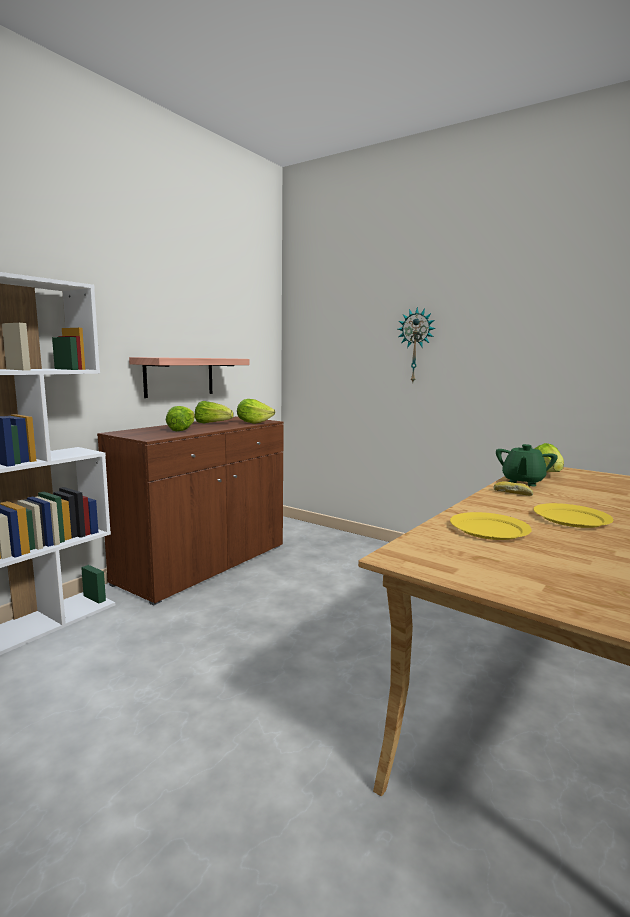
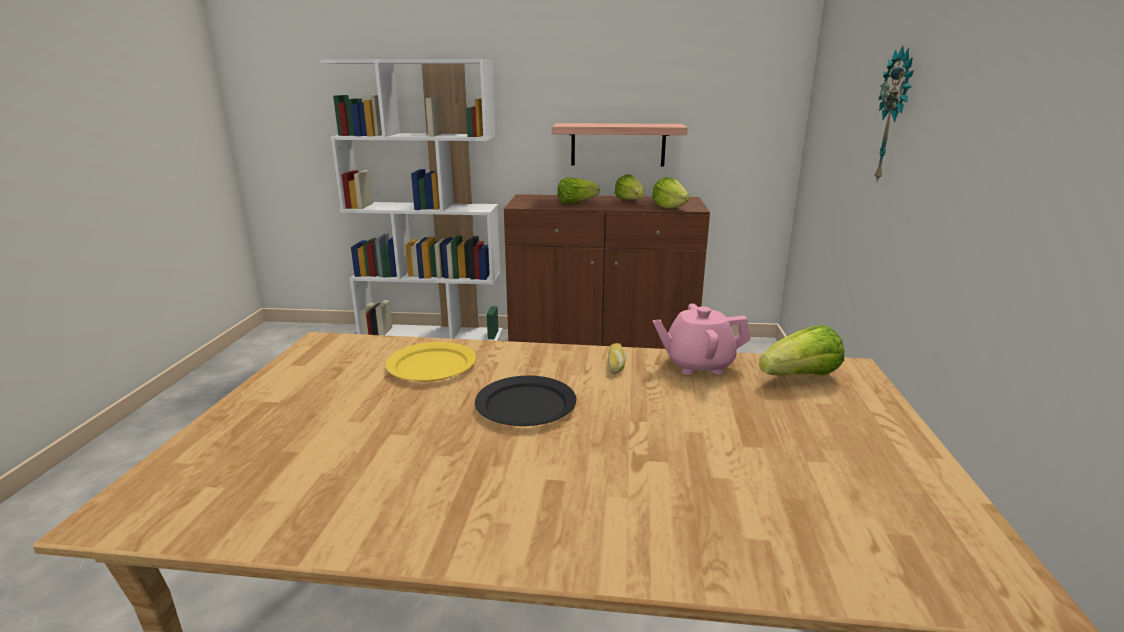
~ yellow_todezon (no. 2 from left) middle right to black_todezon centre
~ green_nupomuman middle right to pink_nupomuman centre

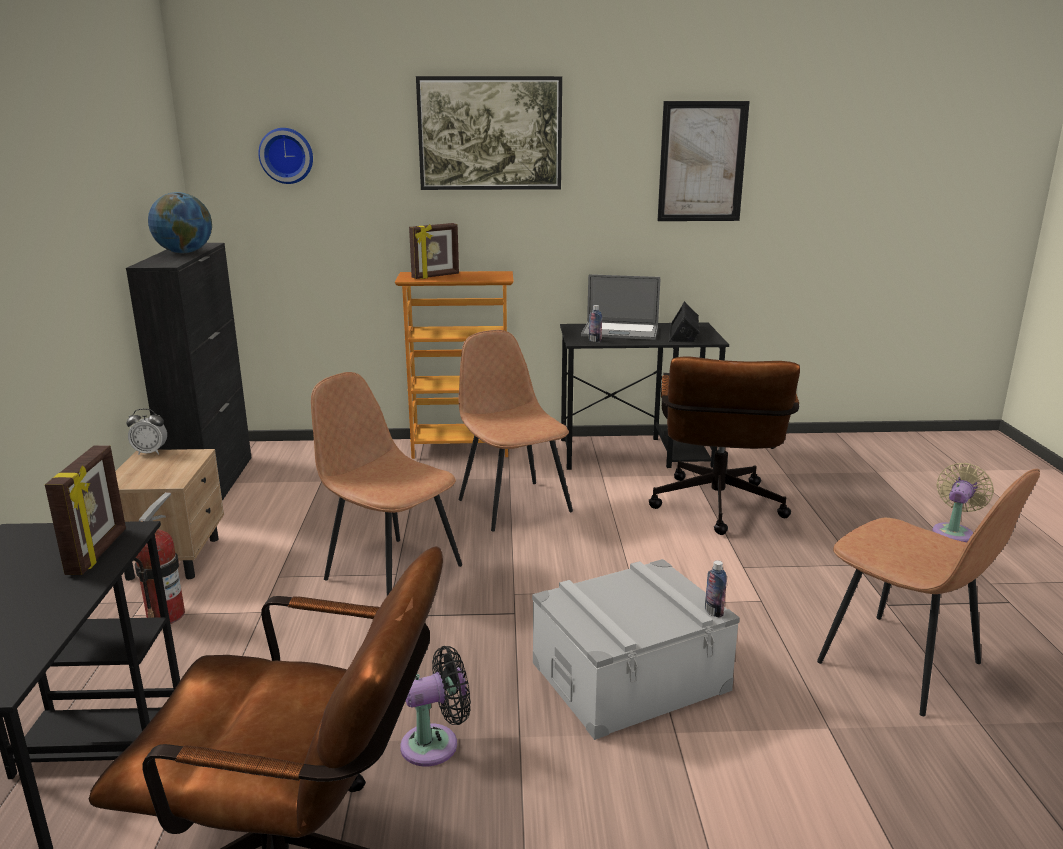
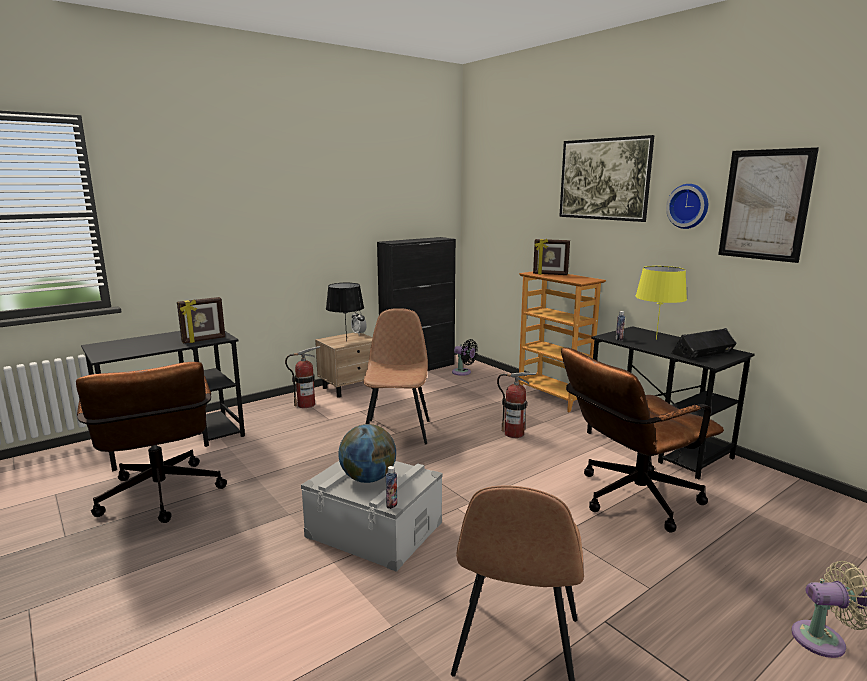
+ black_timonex centre
~ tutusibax top left to centre
~ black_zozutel bottom centre to centre
~ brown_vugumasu (no. 2 from left) centre to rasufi (no. 2 from left) centre
~ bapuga centre to yellow_timonex middle right
~ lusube top left to top right

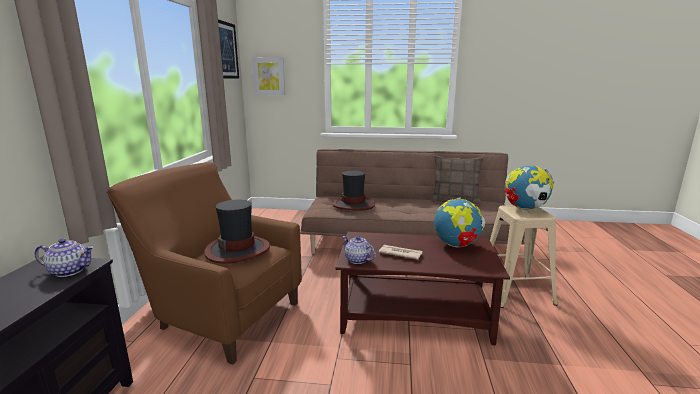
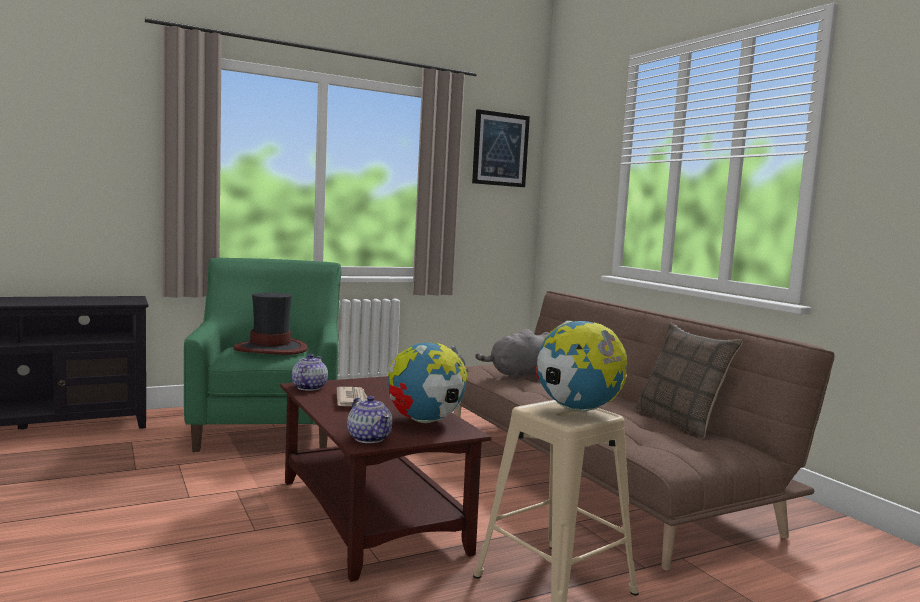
~ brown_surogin bottom left to green_surogin middle left
~ nupomuman (no. 1 from left in the first image) middle left to nupomuman (no. 2 from left) bottom centre
~ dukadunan (no. 2 from left) centre to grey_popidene centre
- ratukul (no. 2 from left) top centre

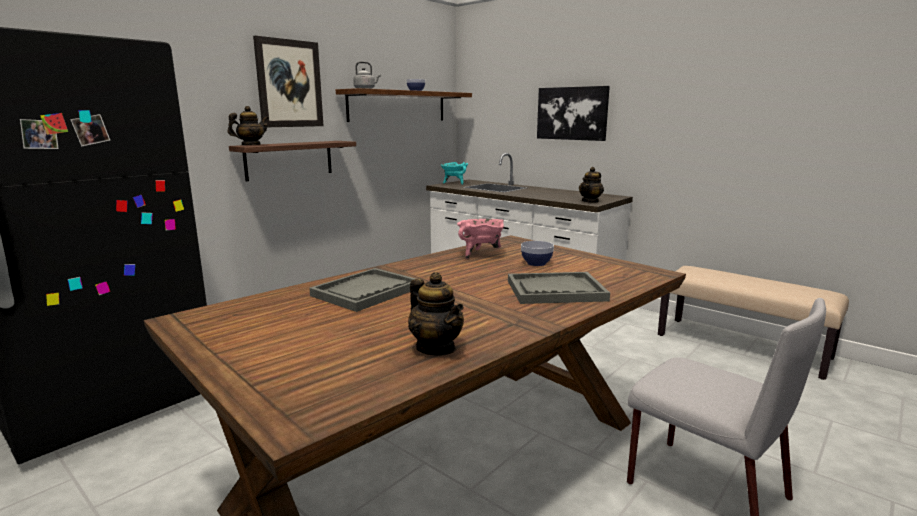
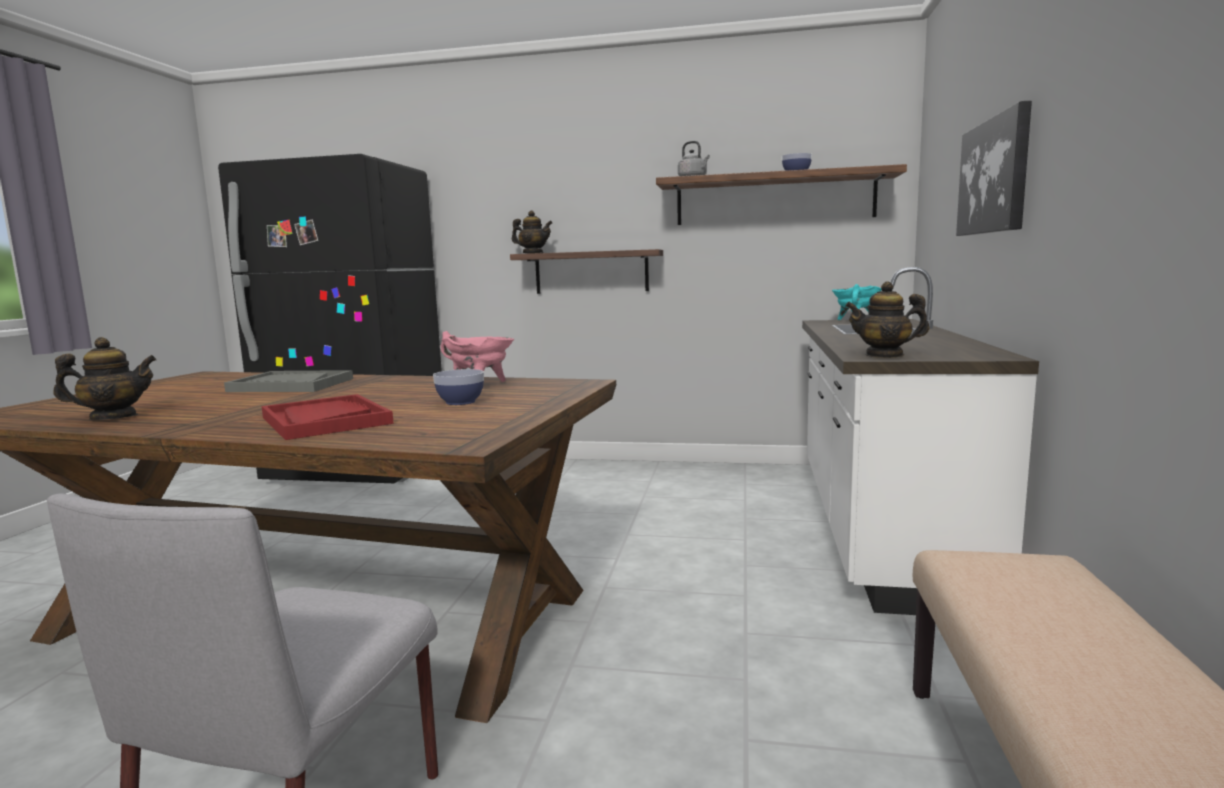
~ nupomuman (no. 2 from left in the first image) centre = middle left 135 degrees counterclockwise
~ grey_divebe (no. 2 from left) centre to red_divebe middle left
- ratukul (no. 1 from left) top left

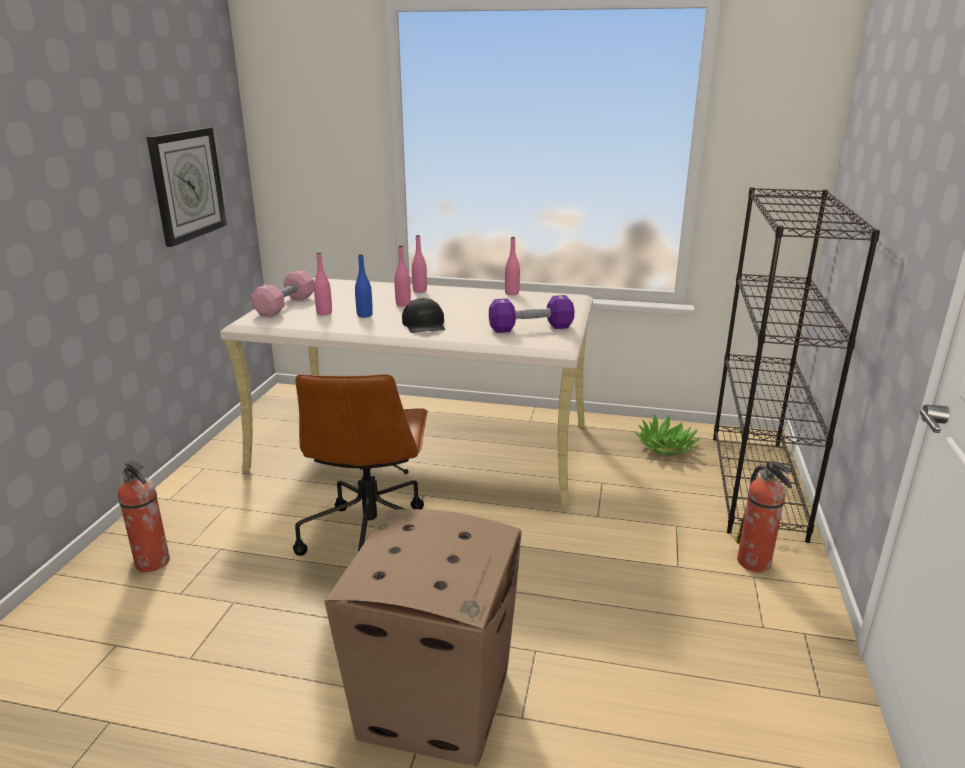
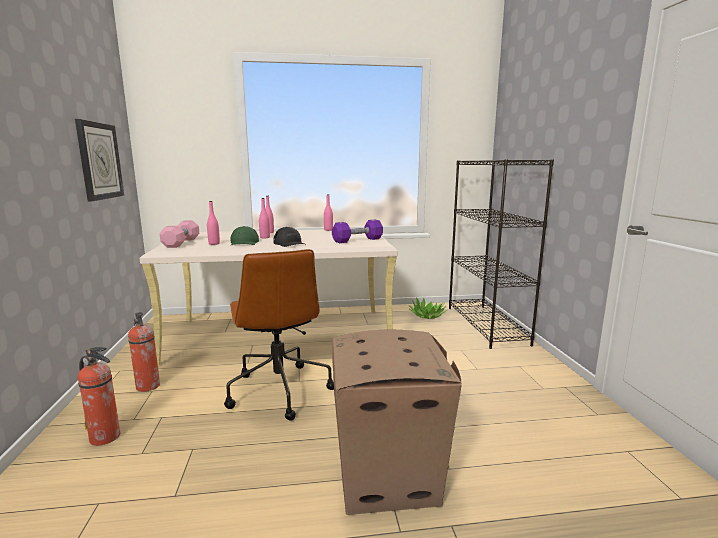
~ rasufi (no. 2 from left) bottom right to middle left
~ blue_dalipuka centre to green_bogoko centre

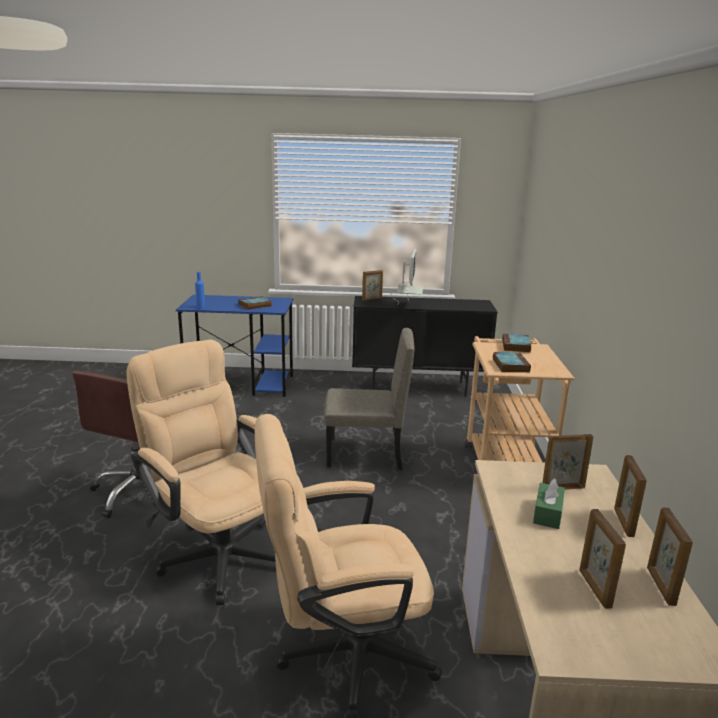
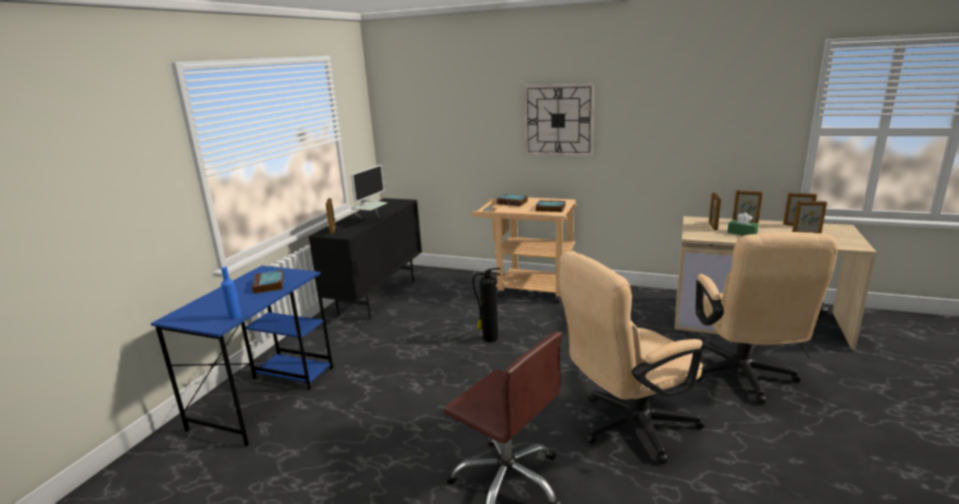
~ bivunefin centre = centre 90 degrees clockwise
~ beige_vugumasu centre to rasufi centre
+ lusube top centre

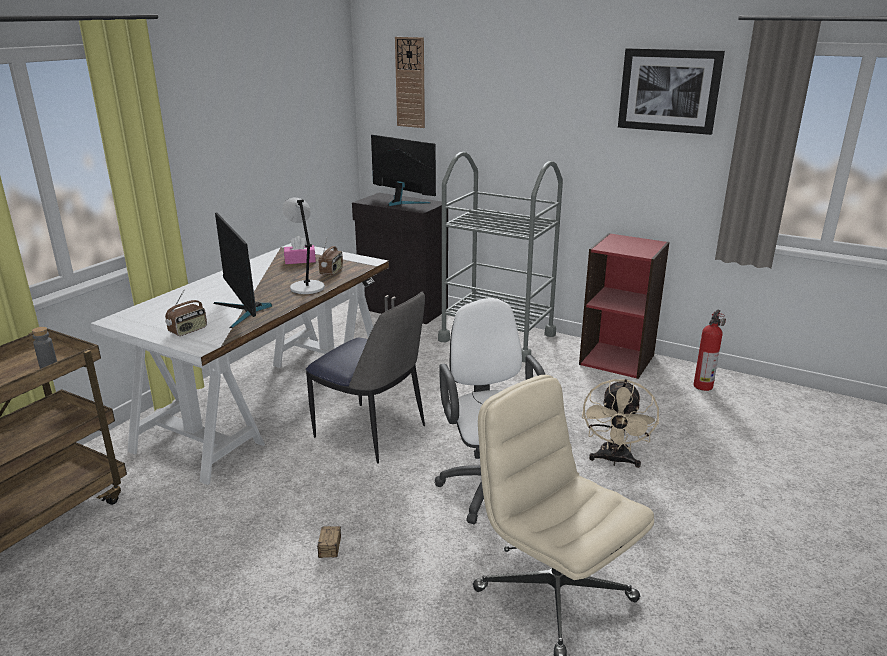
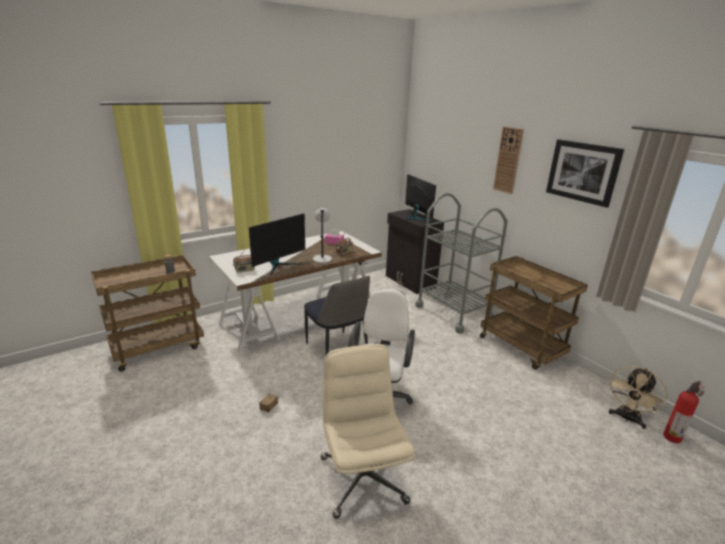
~ bivunefin (no. 1 from left) middle left = centre 135 degrees counterclockwise
~ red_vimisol middle right to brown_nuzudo (no. 2 from left) middle right
~ lusube top centre to top right
~ beige_zozutel middle right to bottom right
~ rasufi middle right to bottom right

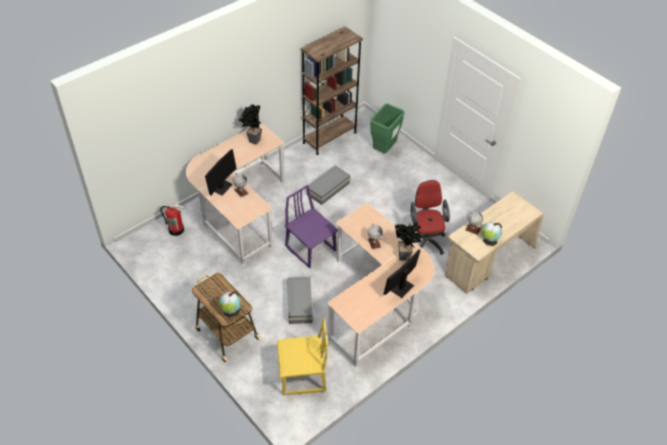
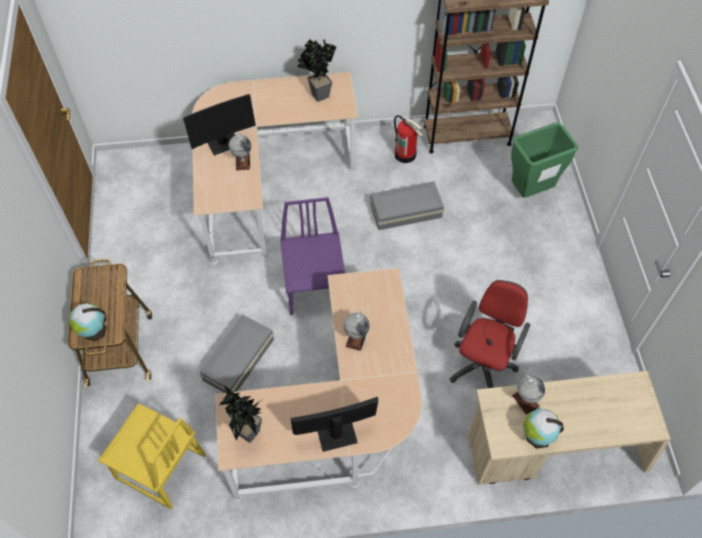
~ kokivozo (no. 2 from left in the first image) centre to kokivozo (no. 1 from left) bottom centre
~ rasufi middle left to top centre

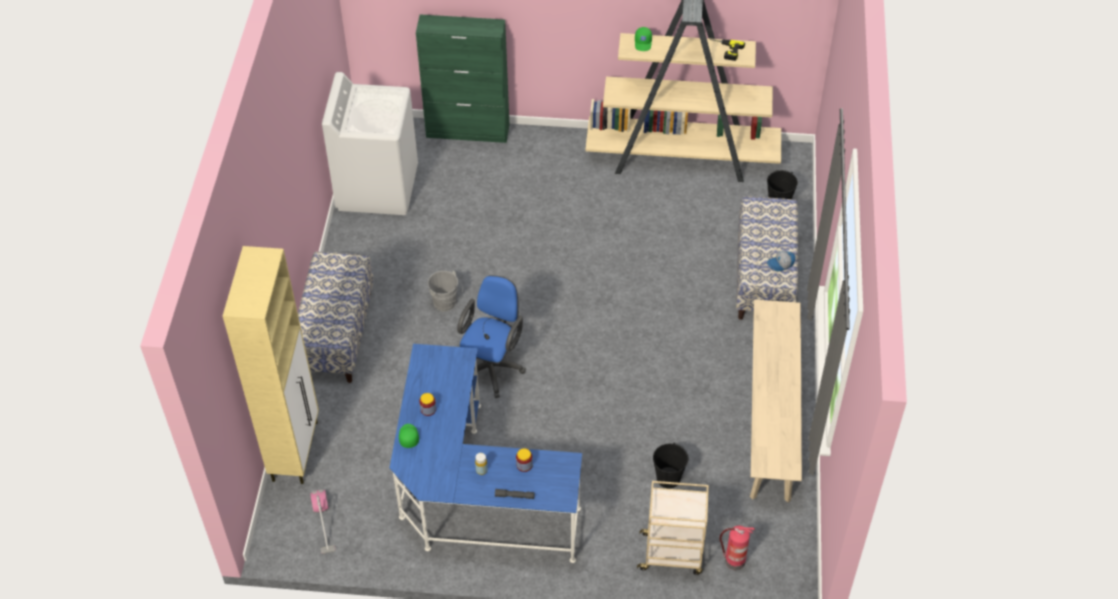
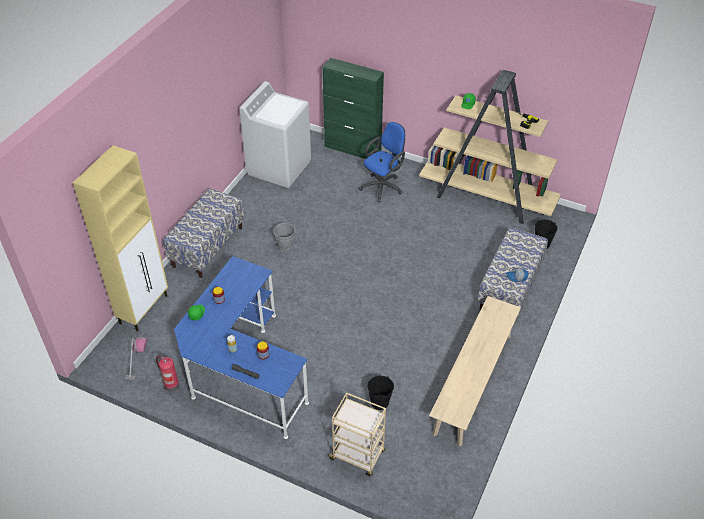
~ rasufi bottom centre to bottom left
~ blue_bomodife centre to top centre

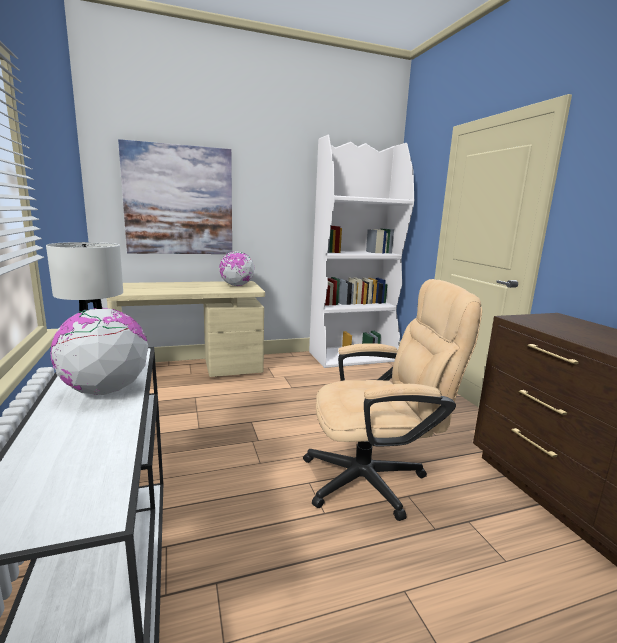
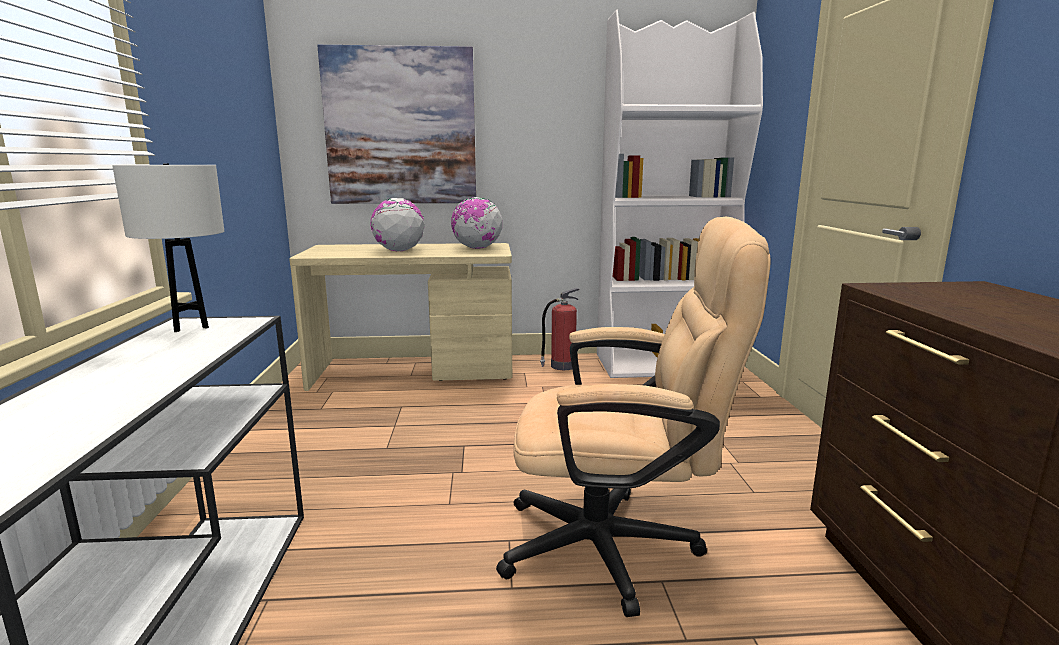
~ tutusibax (no. 1 from left) middle left to centre
+ rasufi centre

